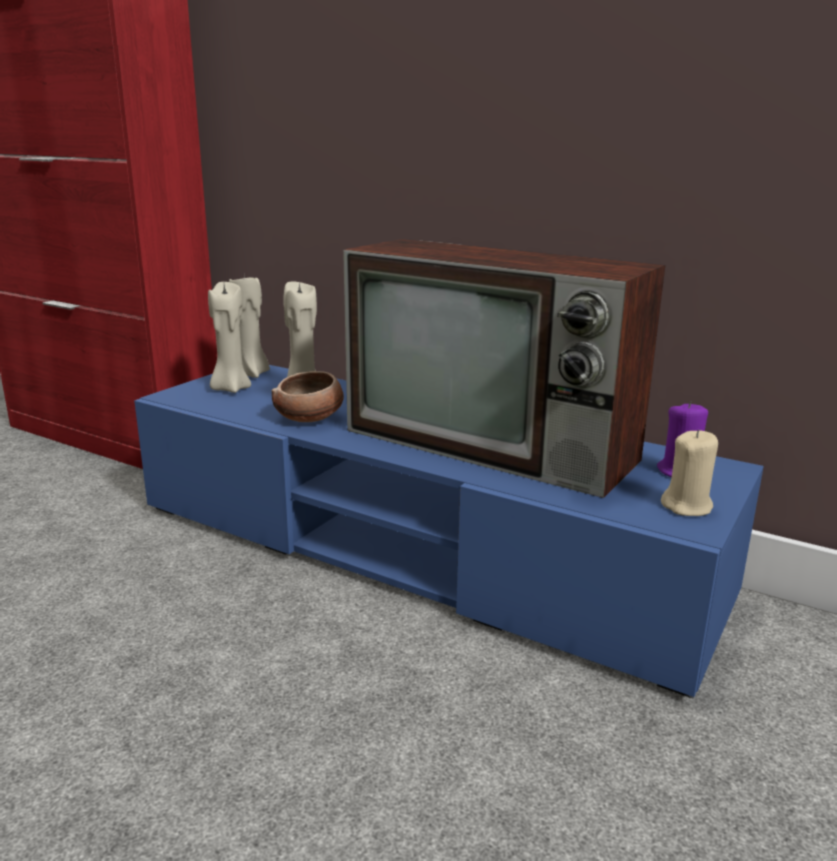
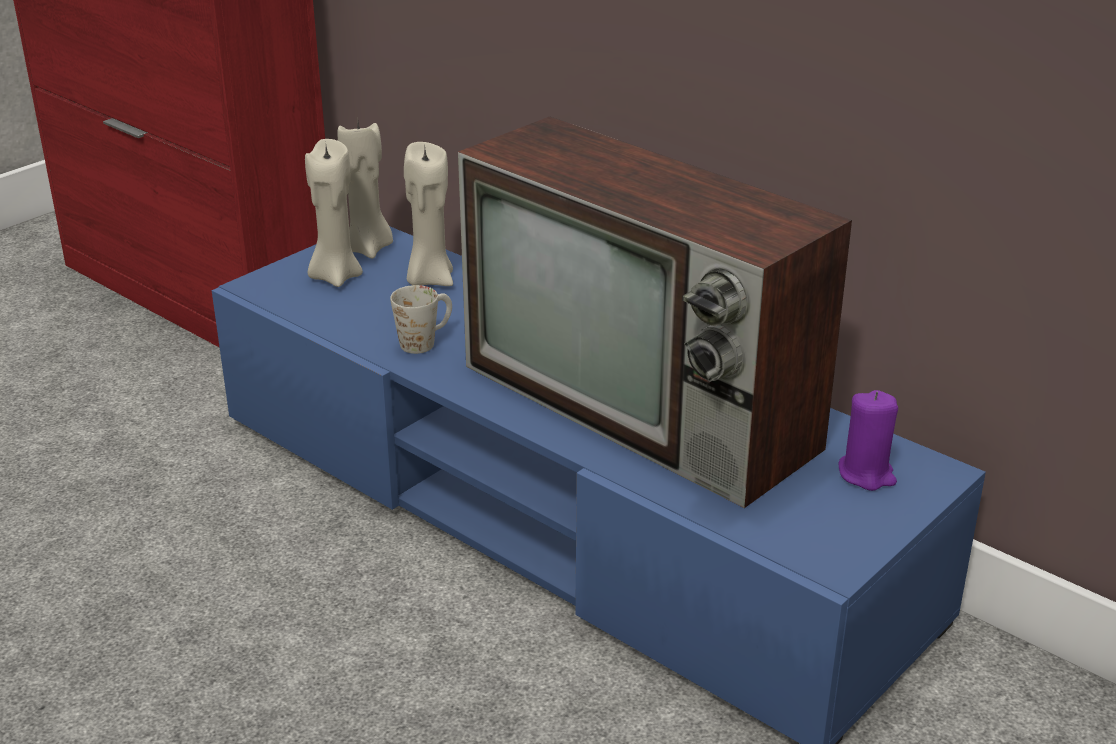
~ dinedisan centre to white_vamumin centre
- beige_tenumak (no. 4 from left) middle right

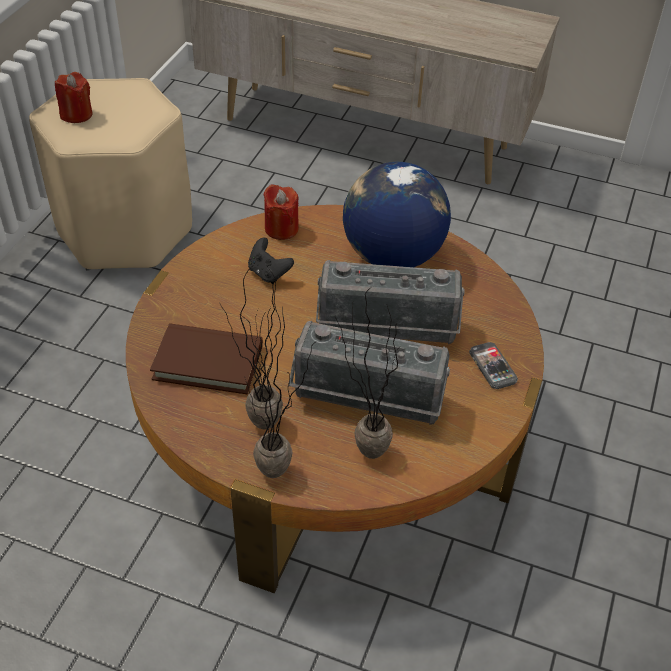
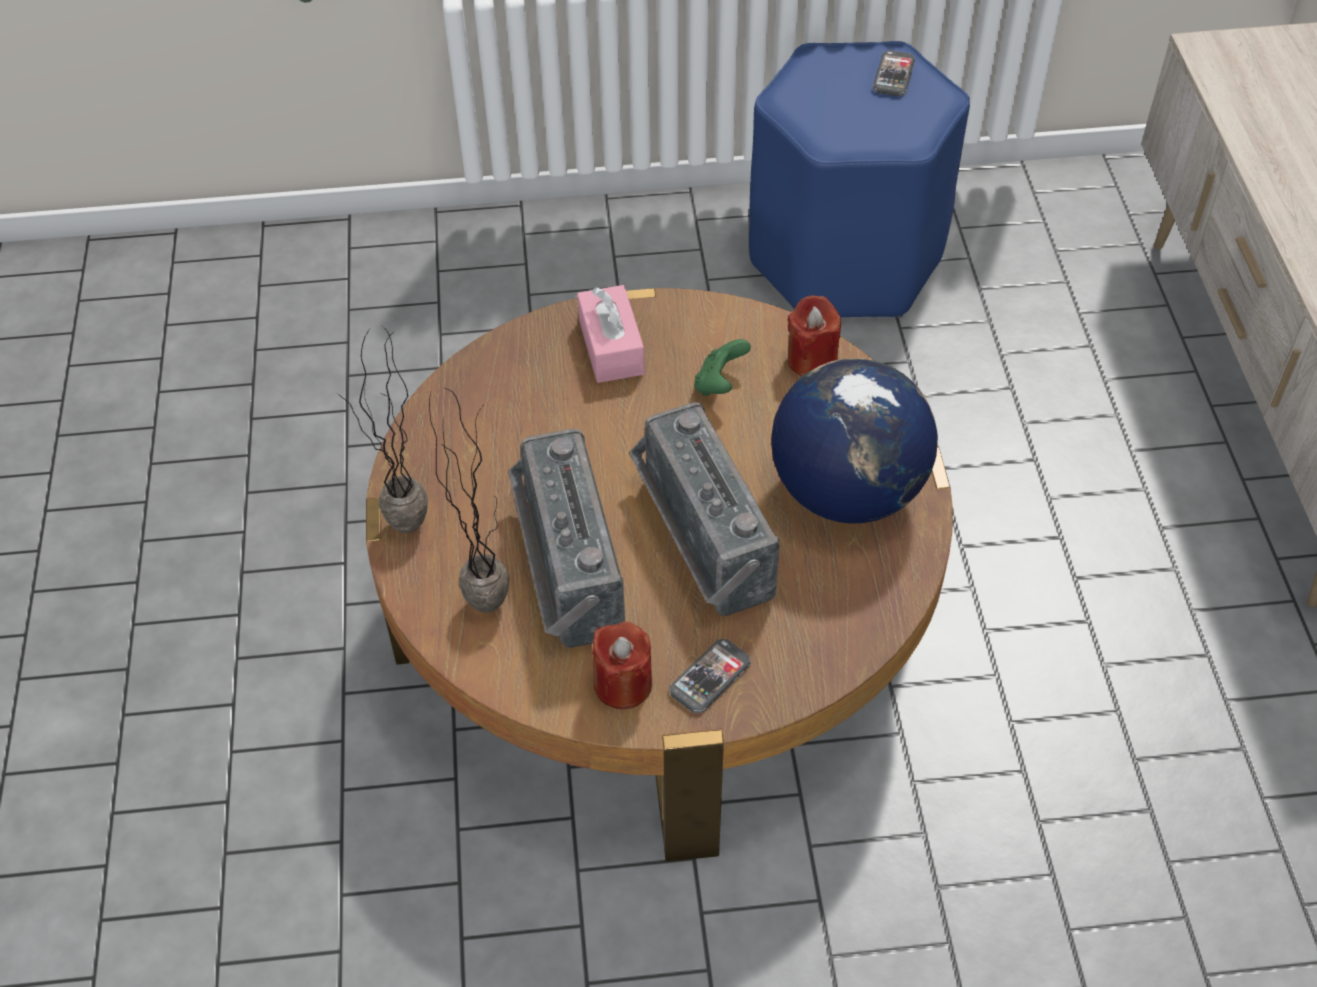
+ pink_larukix centre
~ red_tenumak (no. 1 from left) top left to bottom centre
~ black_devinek centre to green_devinek centre
~ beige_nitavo top left to blue_nitavo top centre
+ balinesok (no. 2 from left) top right
- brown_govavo middle left
- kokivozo (no. 1 from left) centre

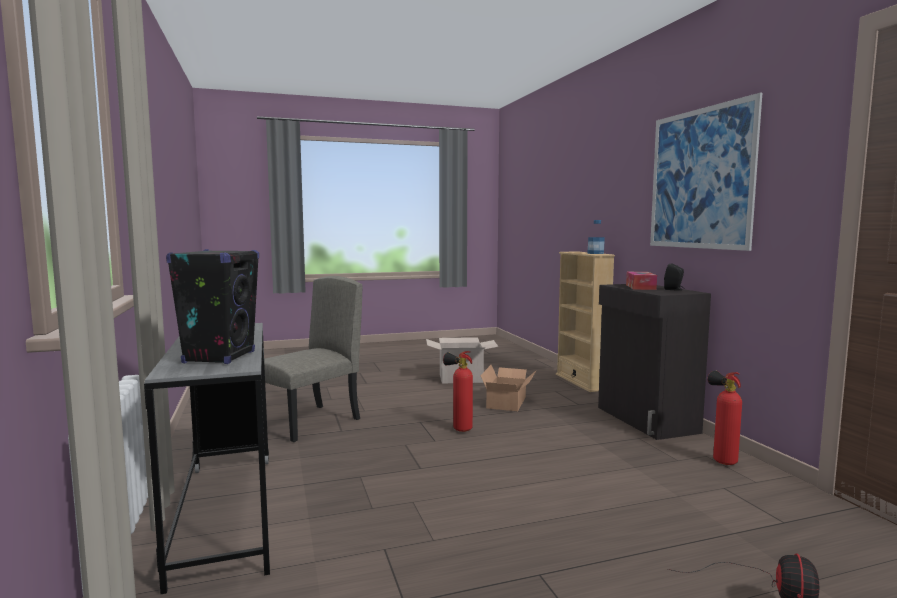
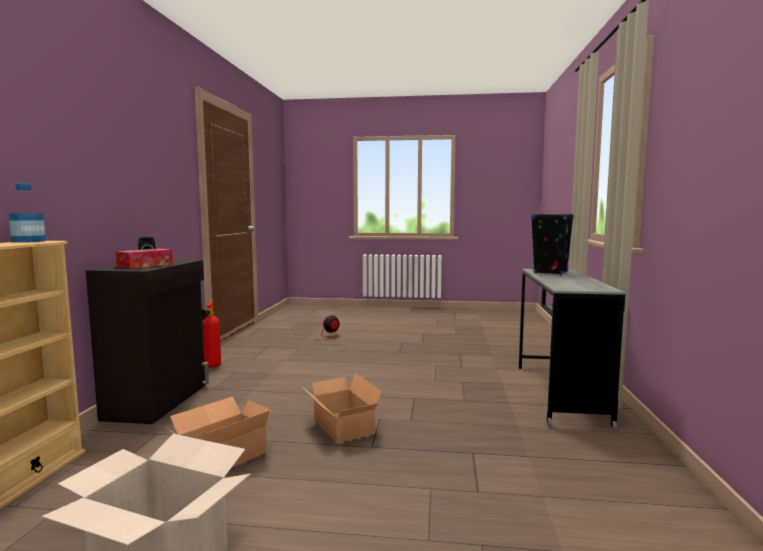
~ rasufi (no. 1 from left) centre to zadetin (no. 3 from left) bottom centre
- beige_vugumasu centre
- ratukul top right

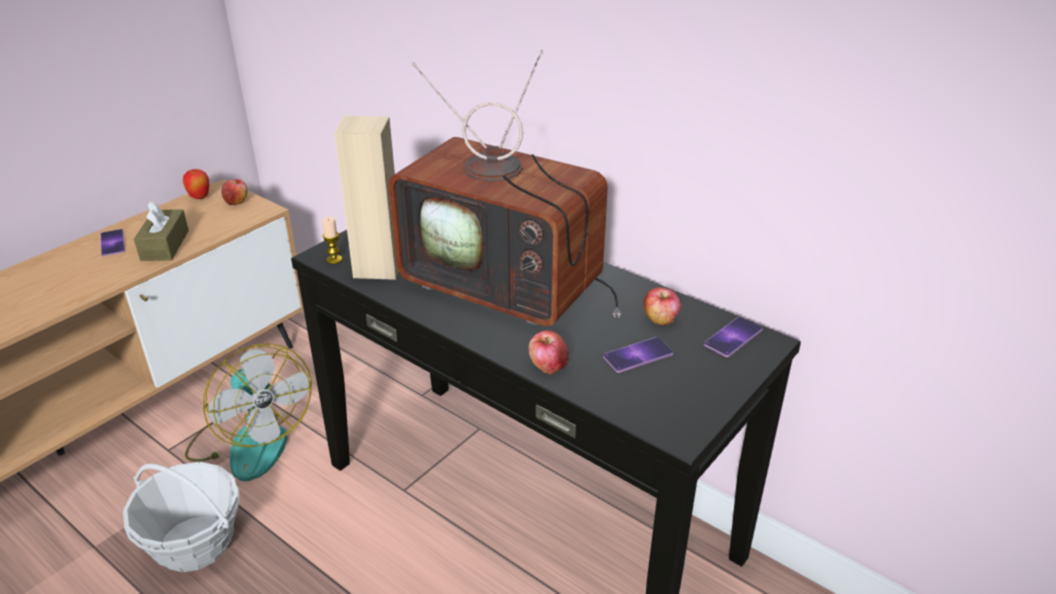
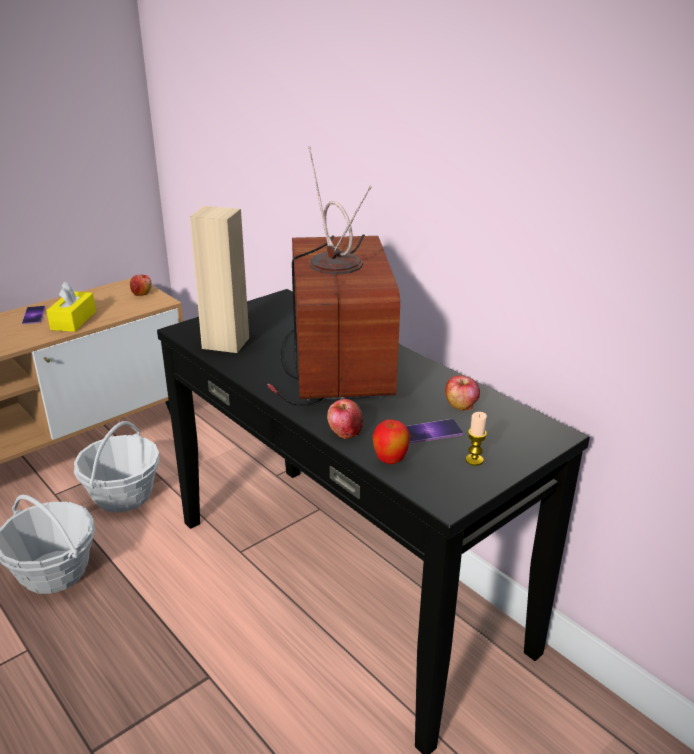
~ brown_larukix middle left to yellow_larukix middle left
~ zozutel bottom left to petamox (no. 2 from left) middle left
~ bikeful top centre = centre 135 degrees counterclockwise
~ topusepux (no. 1 from left in the first image) top left to topusepux (no. 3 from left) centre
~ tenumak middle left to middle right
- balinesok (no. 3 from left) middle right

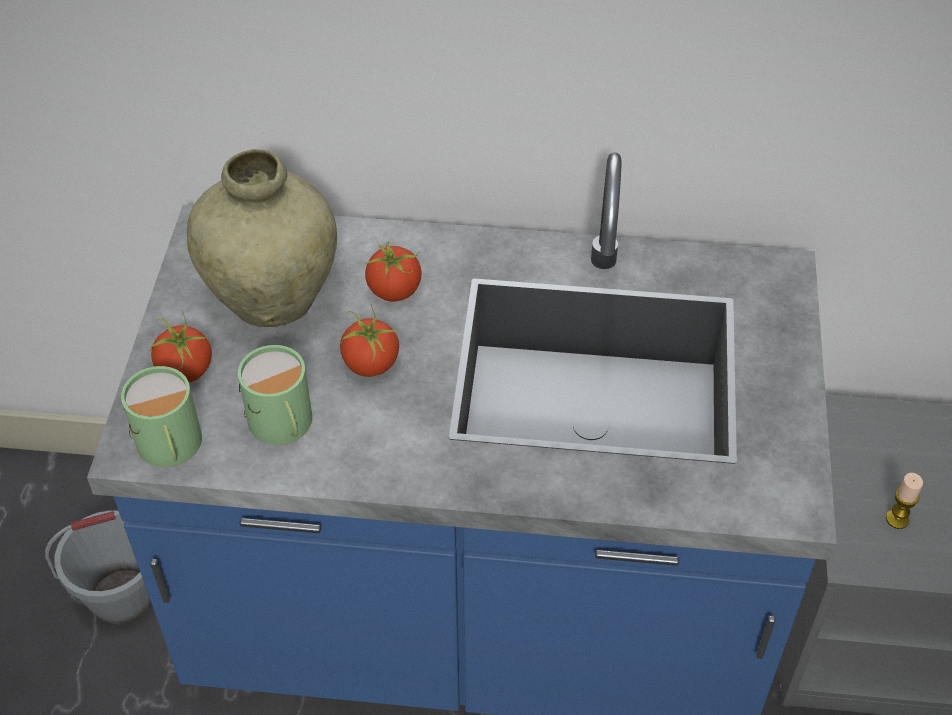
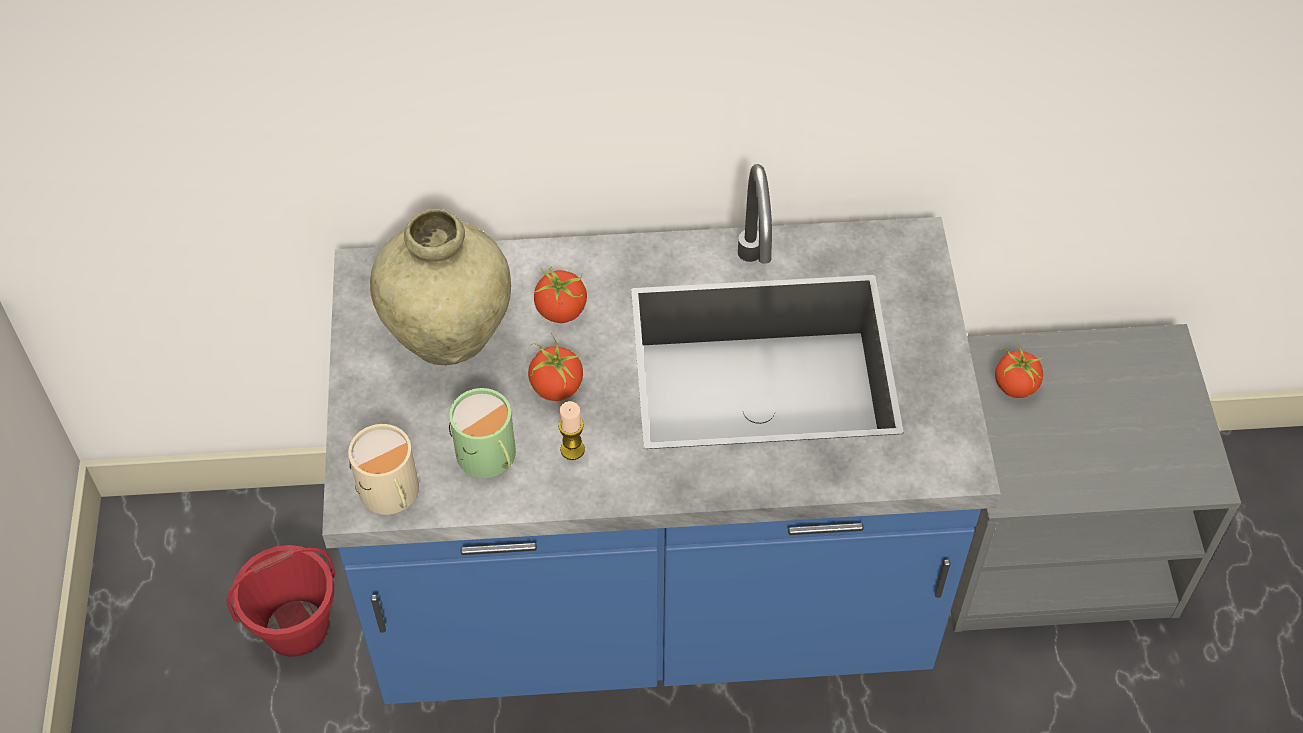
~ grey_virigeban bottom left to red_virigeban bottom left
~ green_vamumin (no. 1 from left) middle left to beige_vamumin middle left
~ tenumak bottom right to centre
~ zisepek (no. 1 from left in the first image) middle left to zisepek (no. 3 from left) middle right

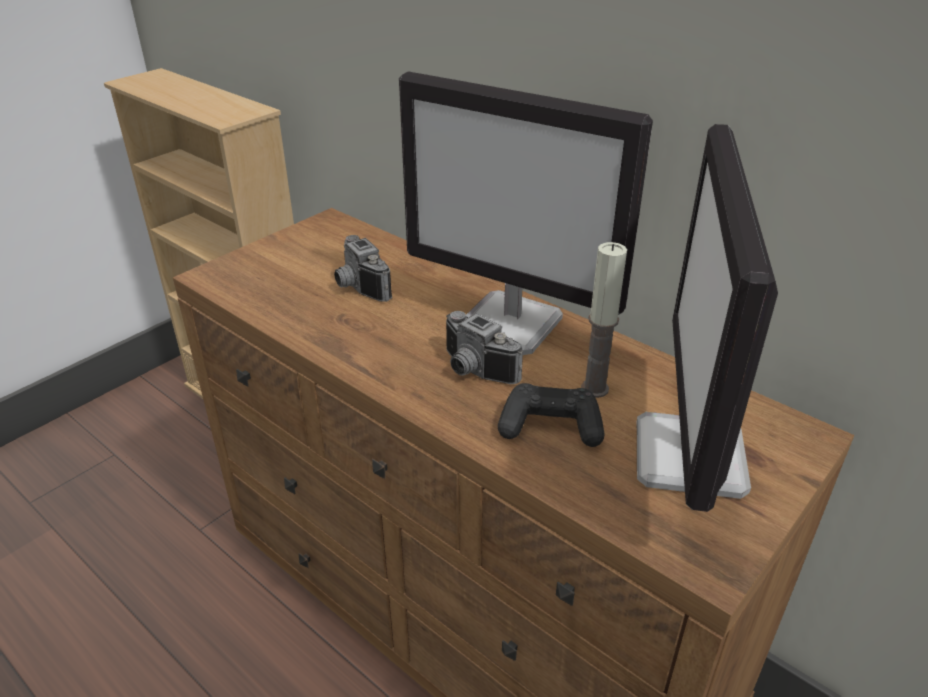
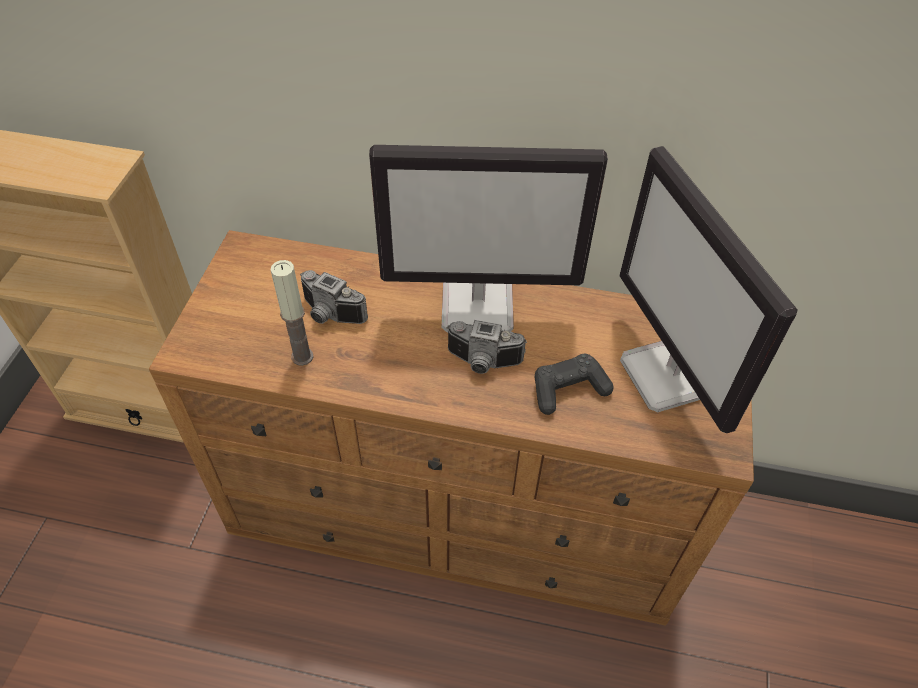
~ tenumak centre to middle left

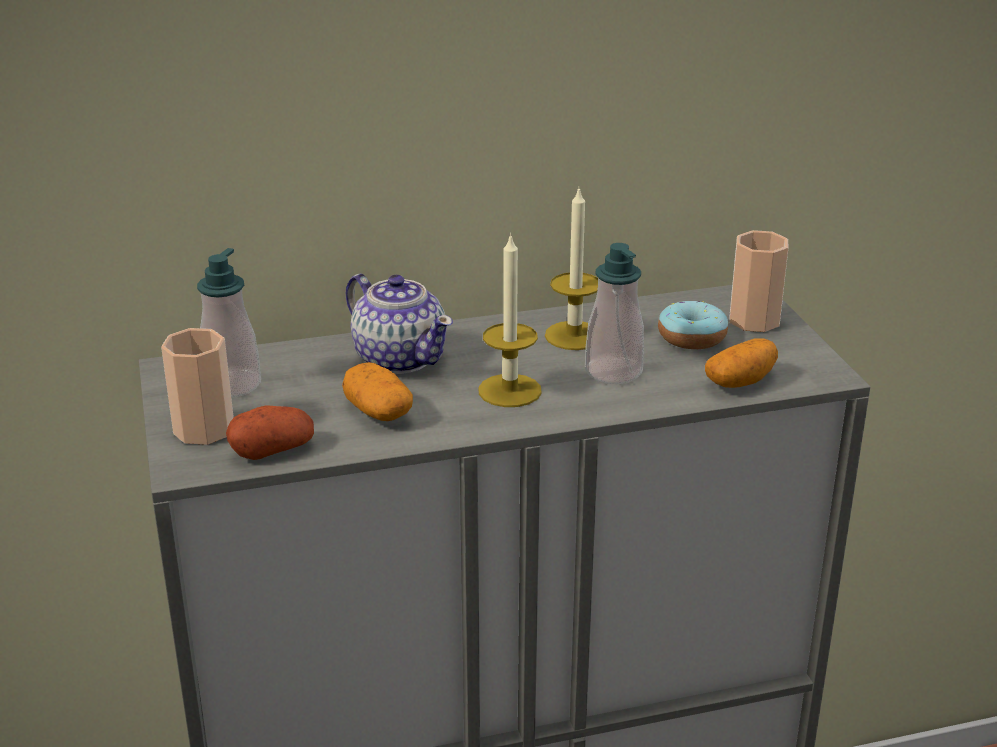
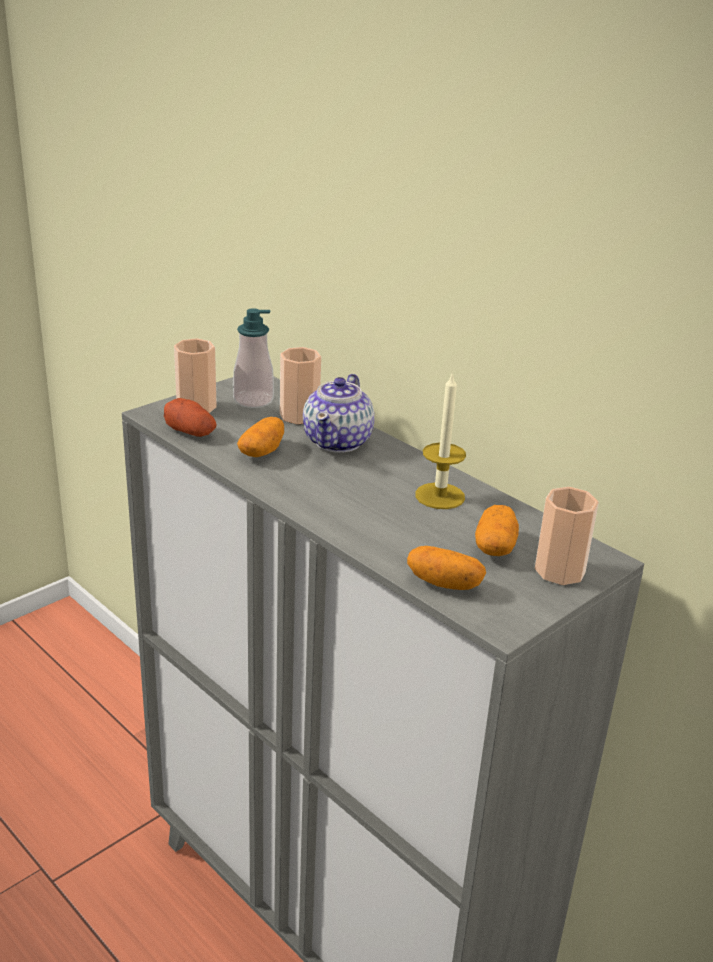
+ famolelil (no. 2 from left) centre
~ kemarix middle right to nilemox (no. 4 from left) middle right
- tenumak (no. 1 from left) centre
- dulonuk (no. 2 from left) centre

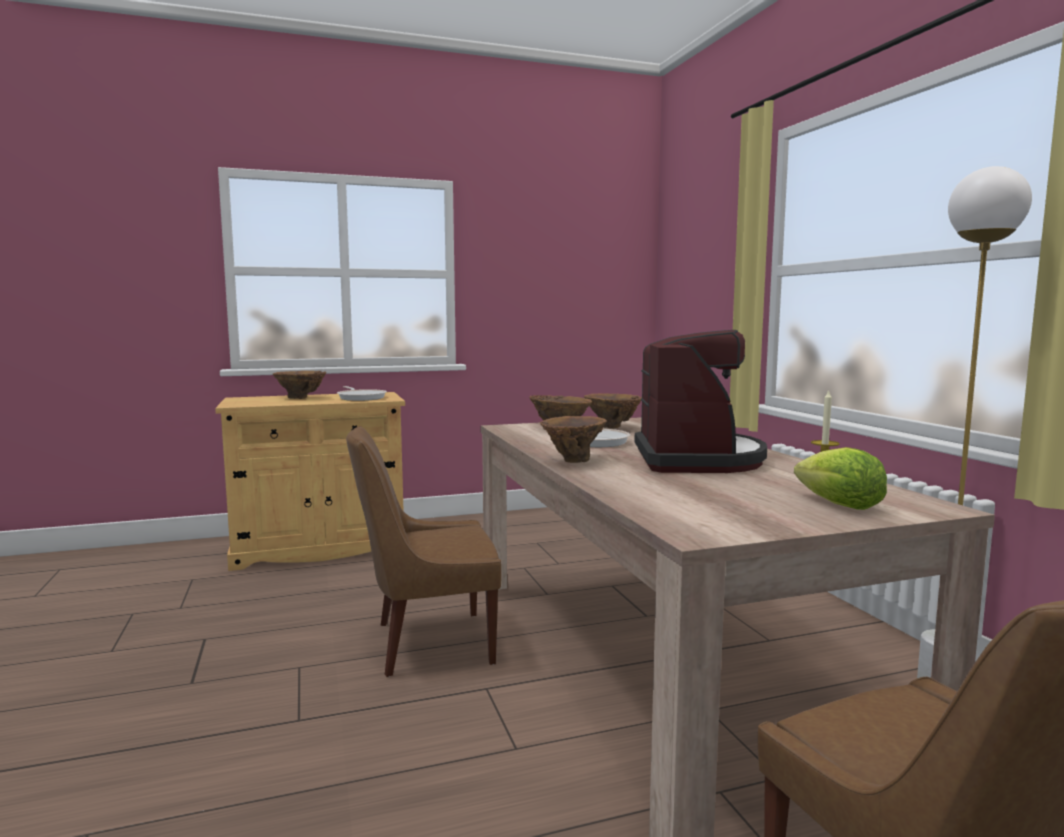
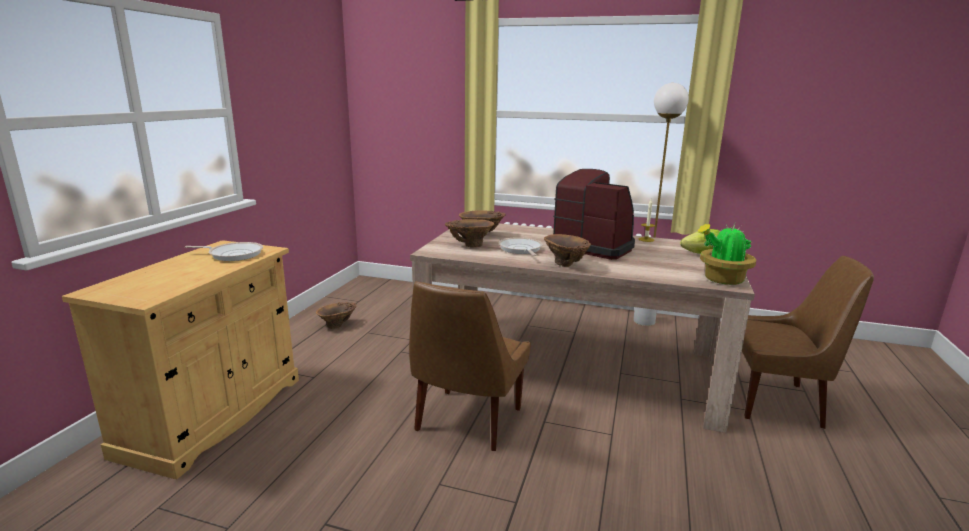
~ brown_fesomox (no. 1 from left) middle left to centre
+ kokivozo middle right

